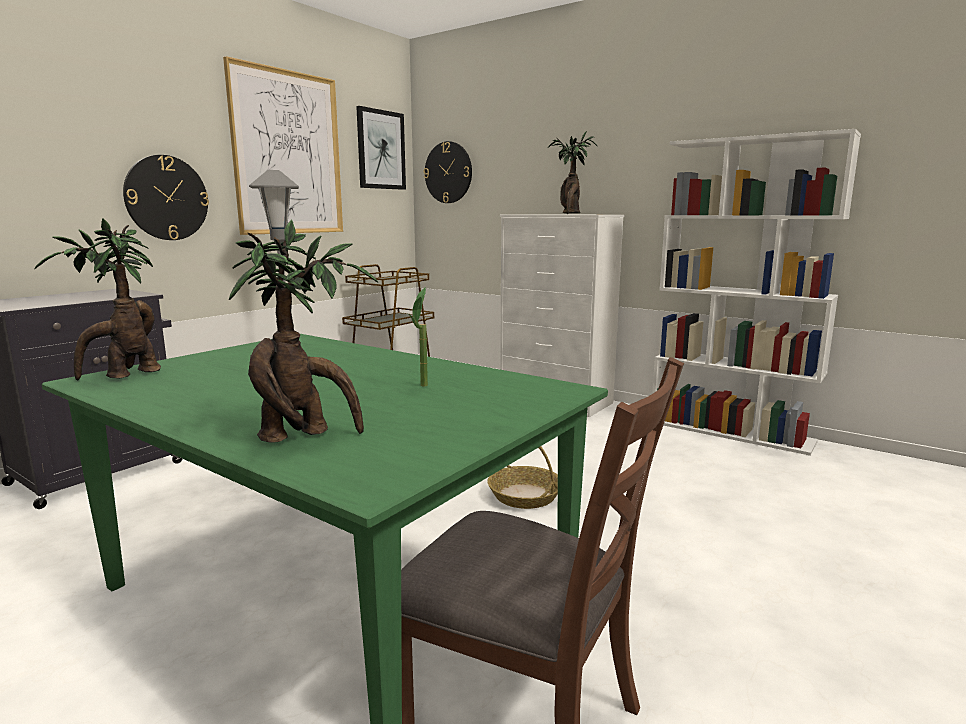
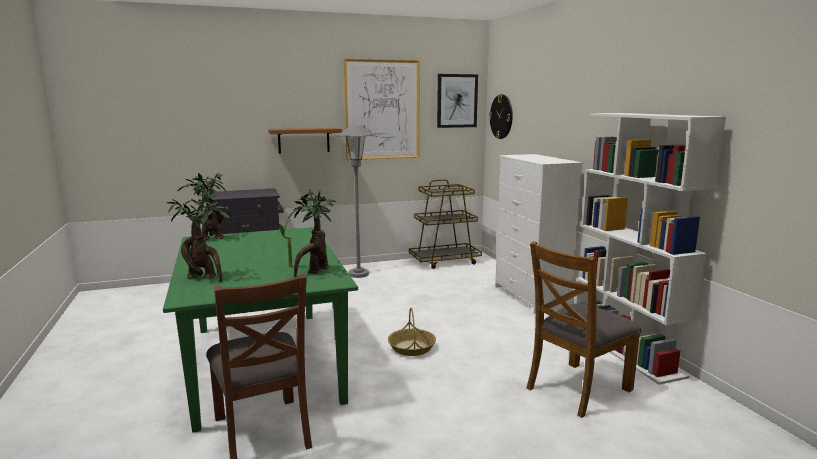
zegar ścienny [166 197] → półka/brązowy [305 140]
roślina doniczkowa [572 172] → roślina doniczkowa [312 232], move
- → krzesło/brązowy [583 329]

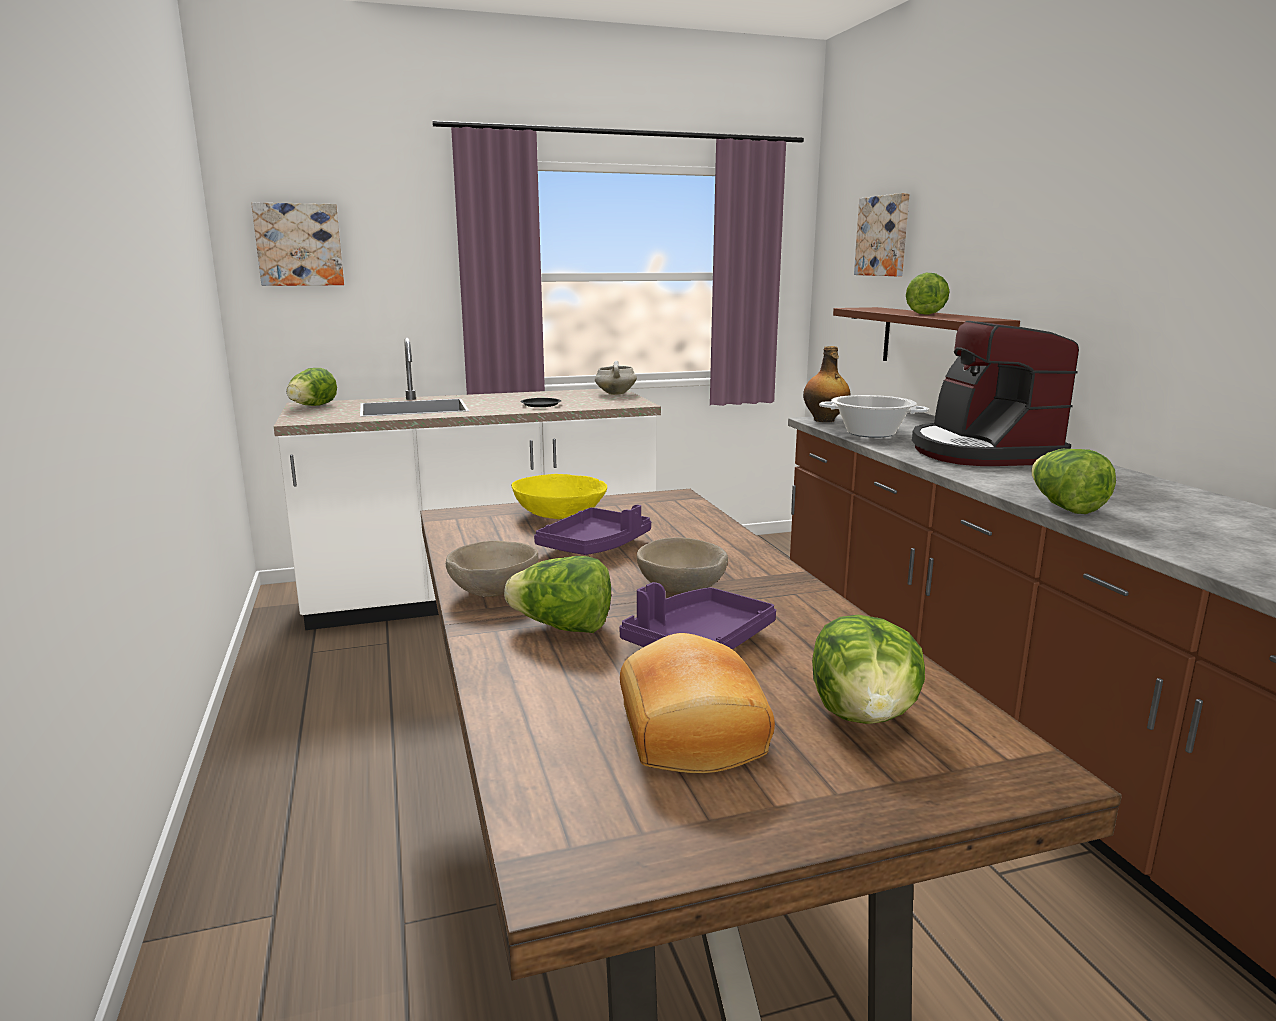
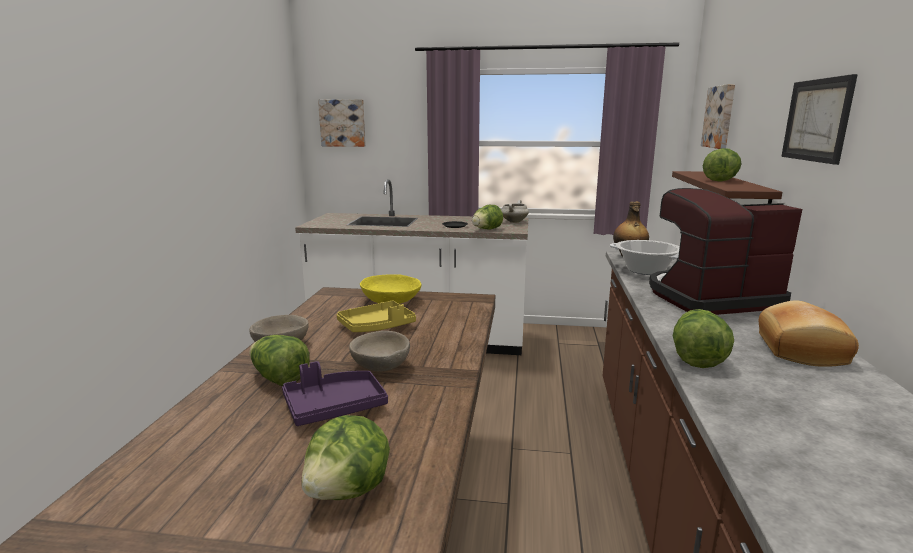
sałata [312 387] → sałata [487 217], move
taca/fioletowy [592 530] → taca/żółty [376 316]
chleb [697 703] → chleb [809 333], move
ekspres do kawy [995 393] → ekspres do kawy [726 251], 60 degrees clockwise
- → obraz [819 119]

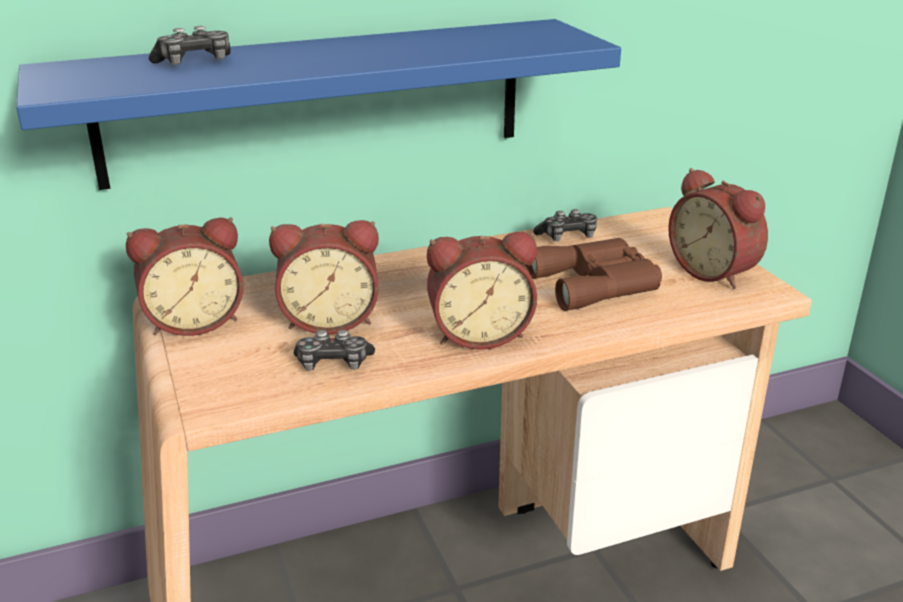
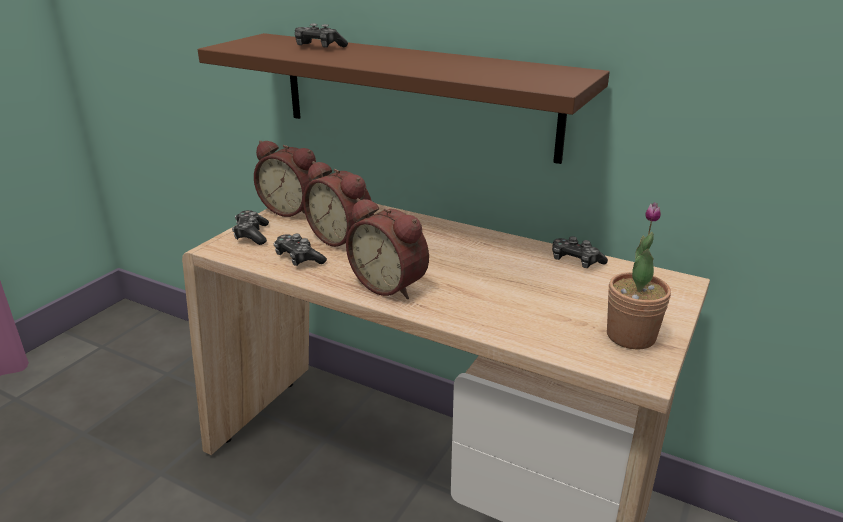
półka/niebieski [318 104] → półka/brązowy [404 98]
lornetka/brązowy [593 274] → -
budzik [718 228] → roślina doniczkowa [639 276]
- → pad do gier [250 227]

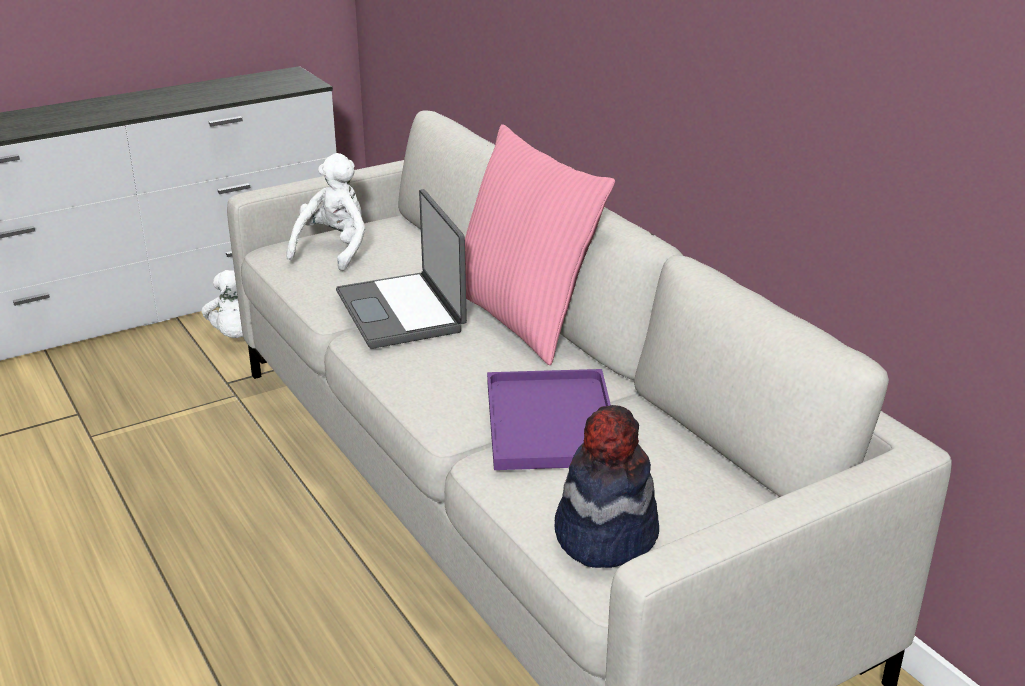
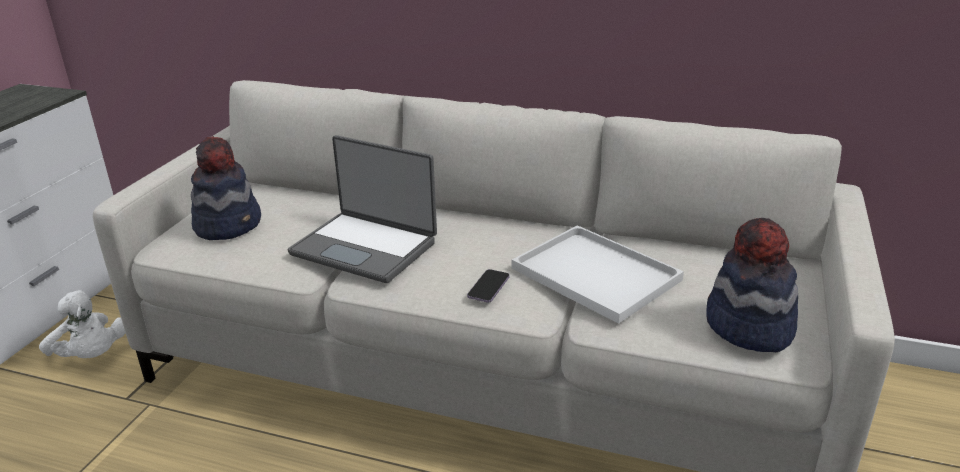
pluszak/biały [325 212] → kapelusz [226 188]
poduszka/różowy [540 244] → -
taca/fioletowy [549 419] → taca/biały [598 274]
- → telefon [488 286]

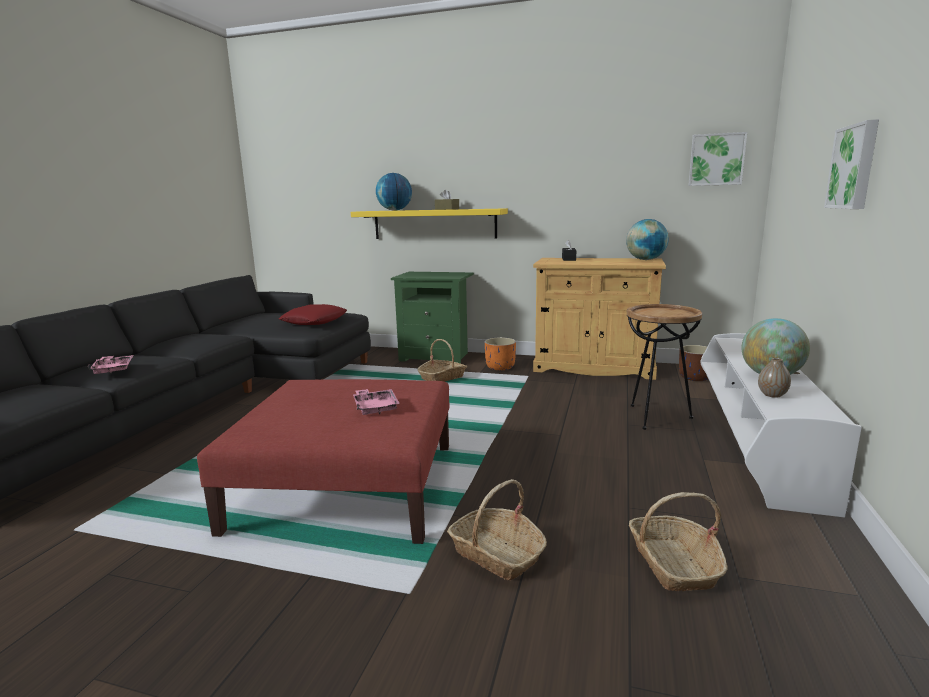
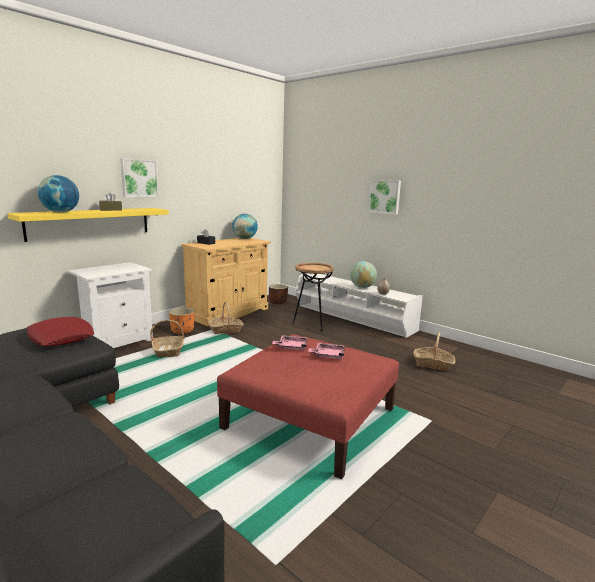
taca/różowy [110 364] → taca/różowy [289 342], move
szafka nocna/zielony [432 318] → szafka nocna/biały [110 305]
koszyk [497 530] → koszyk [226 318], move
obraz [717 159] → obraz [139 178], move

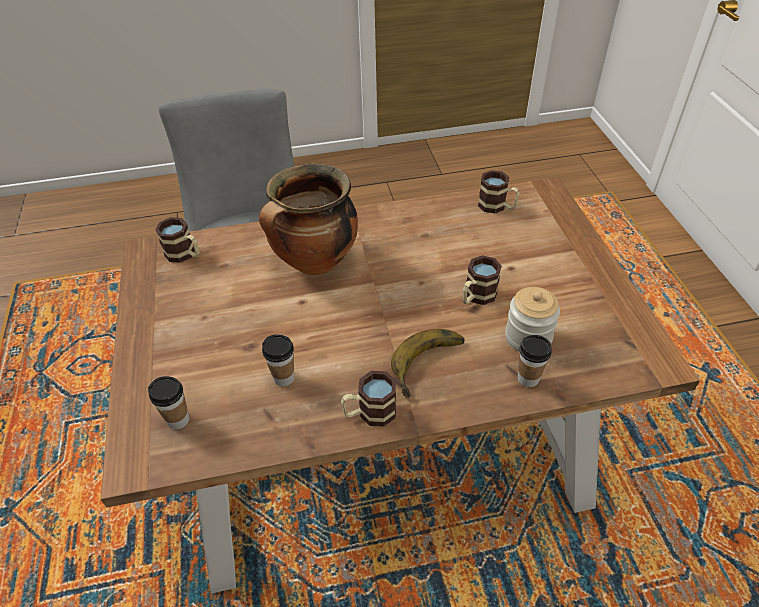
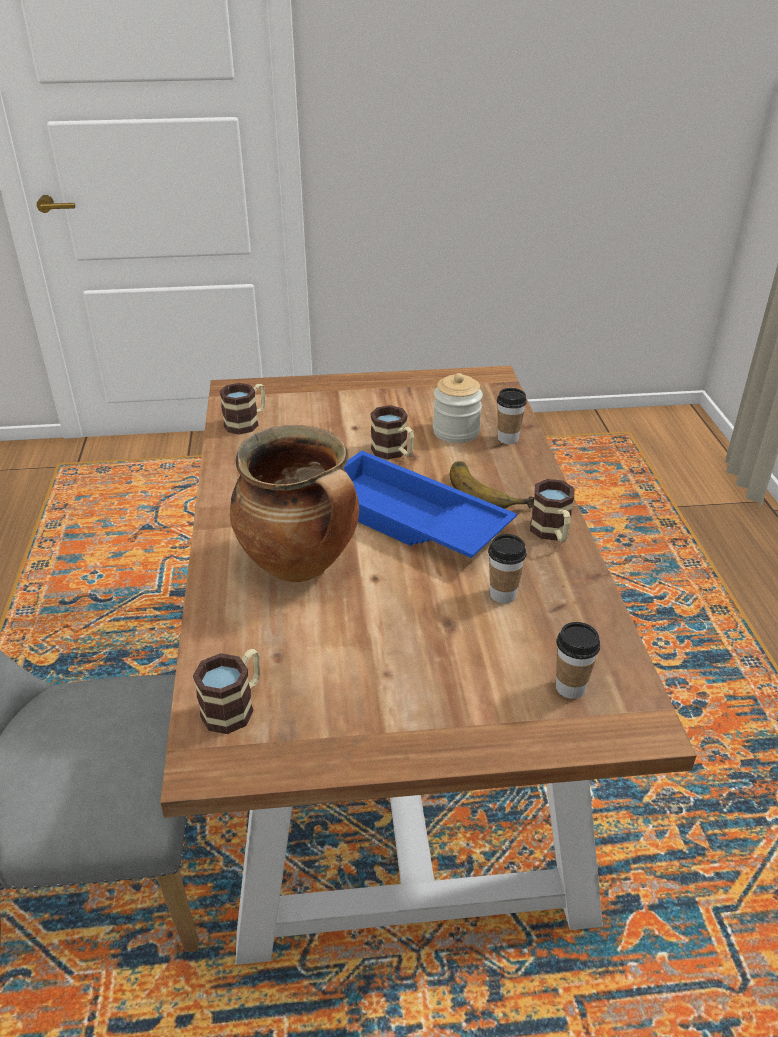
- → taca/niebieski [430 504]

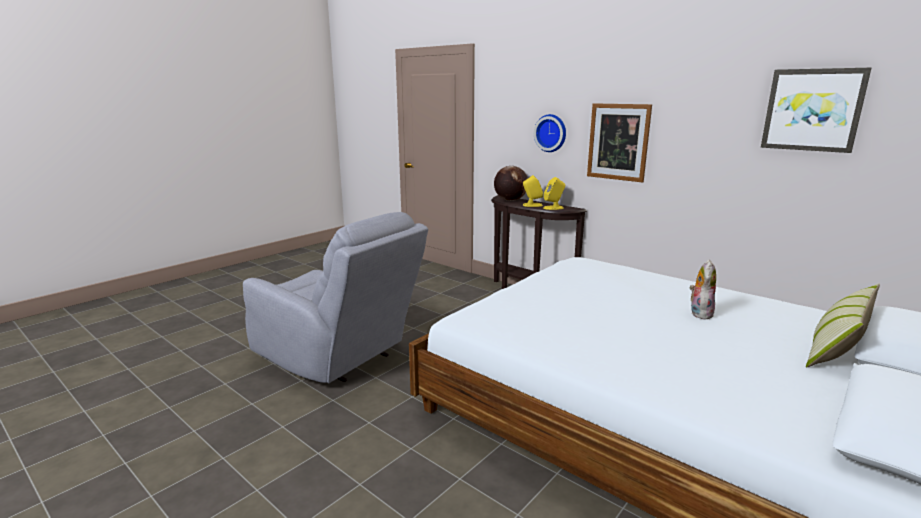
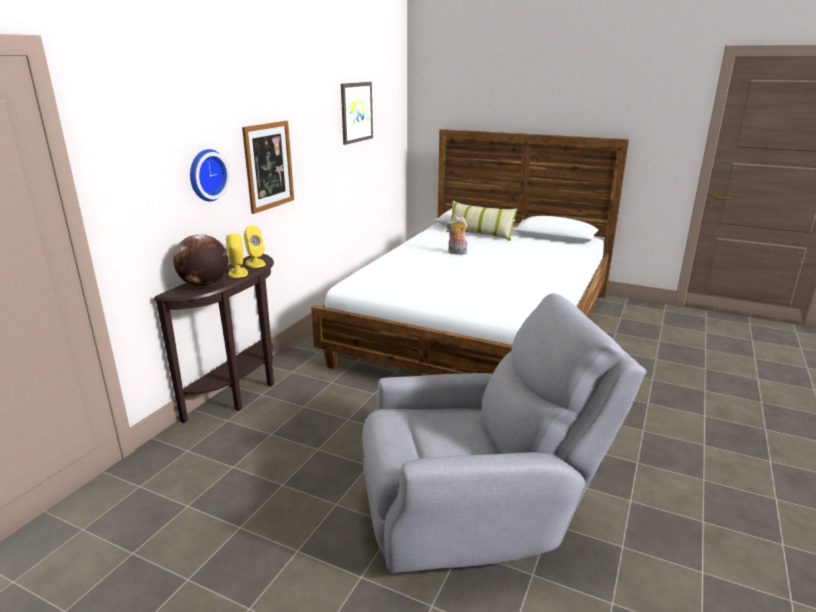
fotel/szary [335 298] → fotel/szary [504 433], 60 degrees clockwise

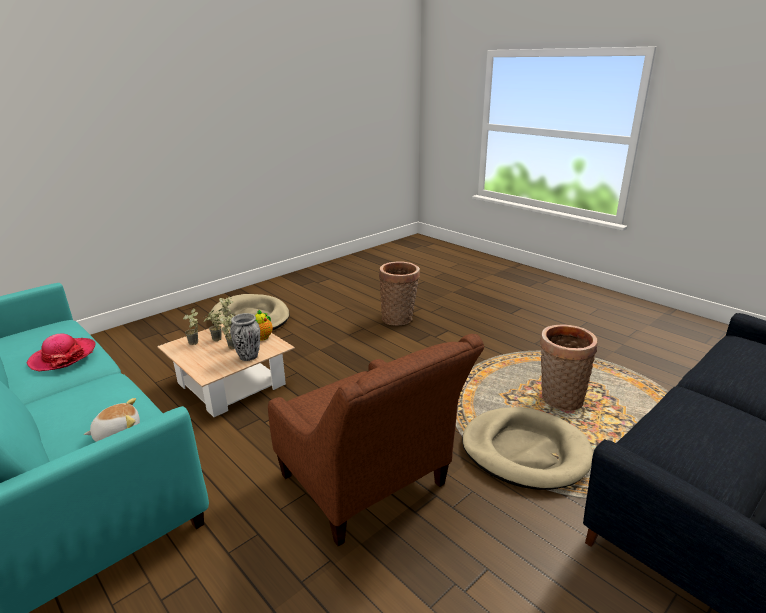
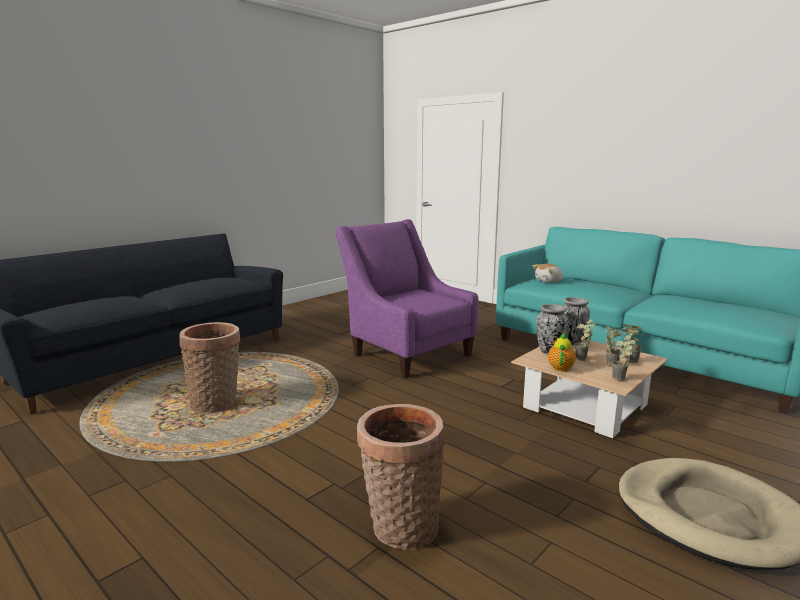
kapelusz [61 352] → -
fotel/brązowy [376 440] → fotel/fioletowy [407 298]
legowisko/beżowy [527 448] → -
- → wazon [576 321]

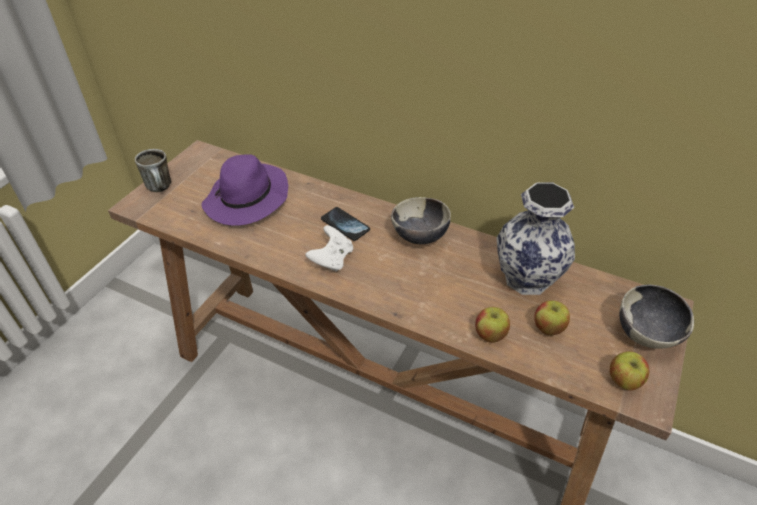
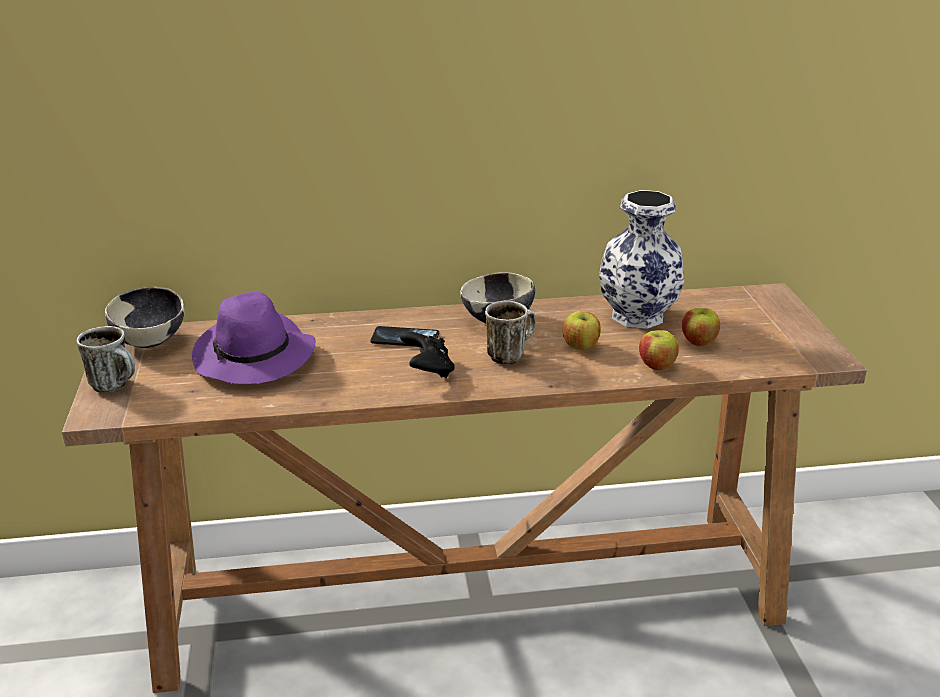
pad do gier/biały [329 248] → pad do gier/czarny [427 354]
jabłko [629 371] → jabłko [581 330], move
miska [656 317] → miska [145 317], move
- → kubek [510 332]

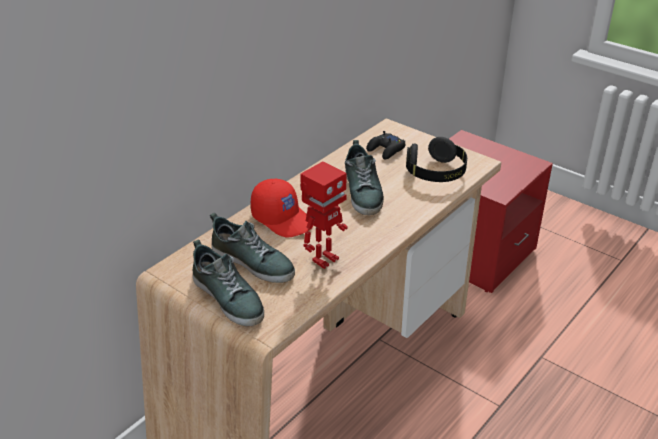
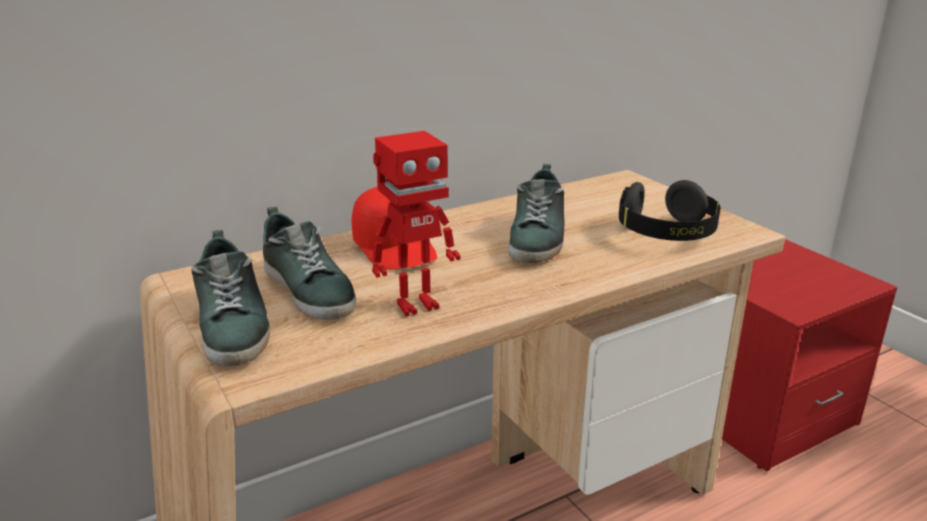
pad do gier/czarny [386 145] → -

